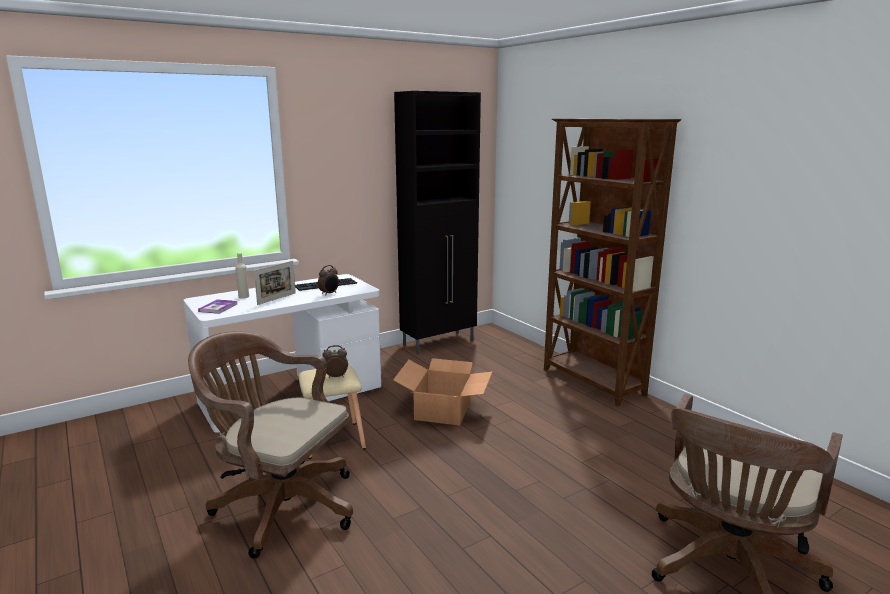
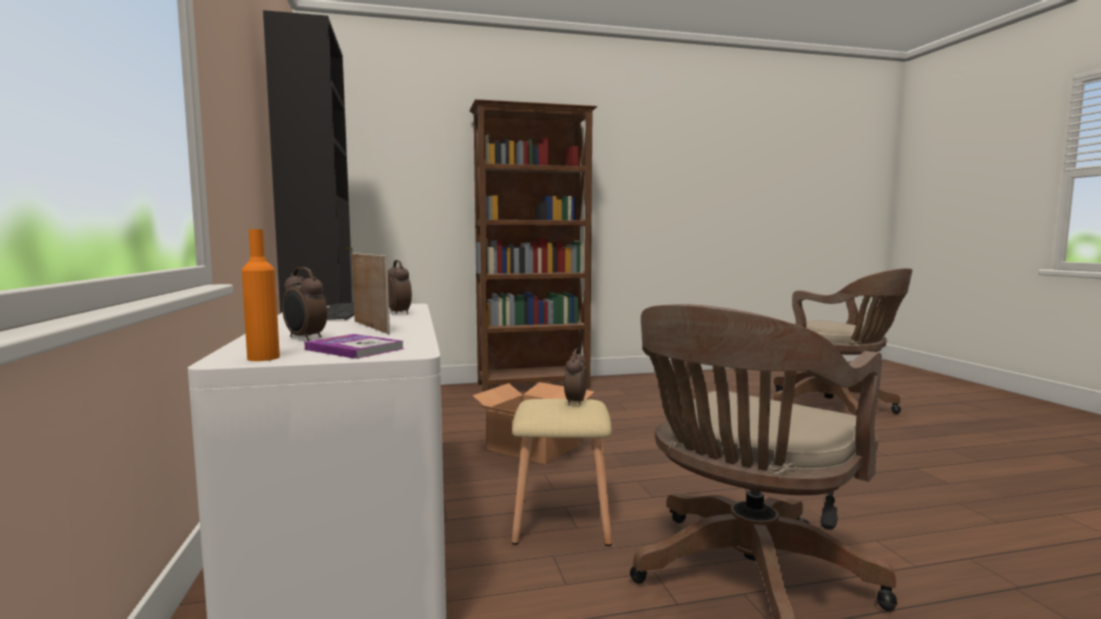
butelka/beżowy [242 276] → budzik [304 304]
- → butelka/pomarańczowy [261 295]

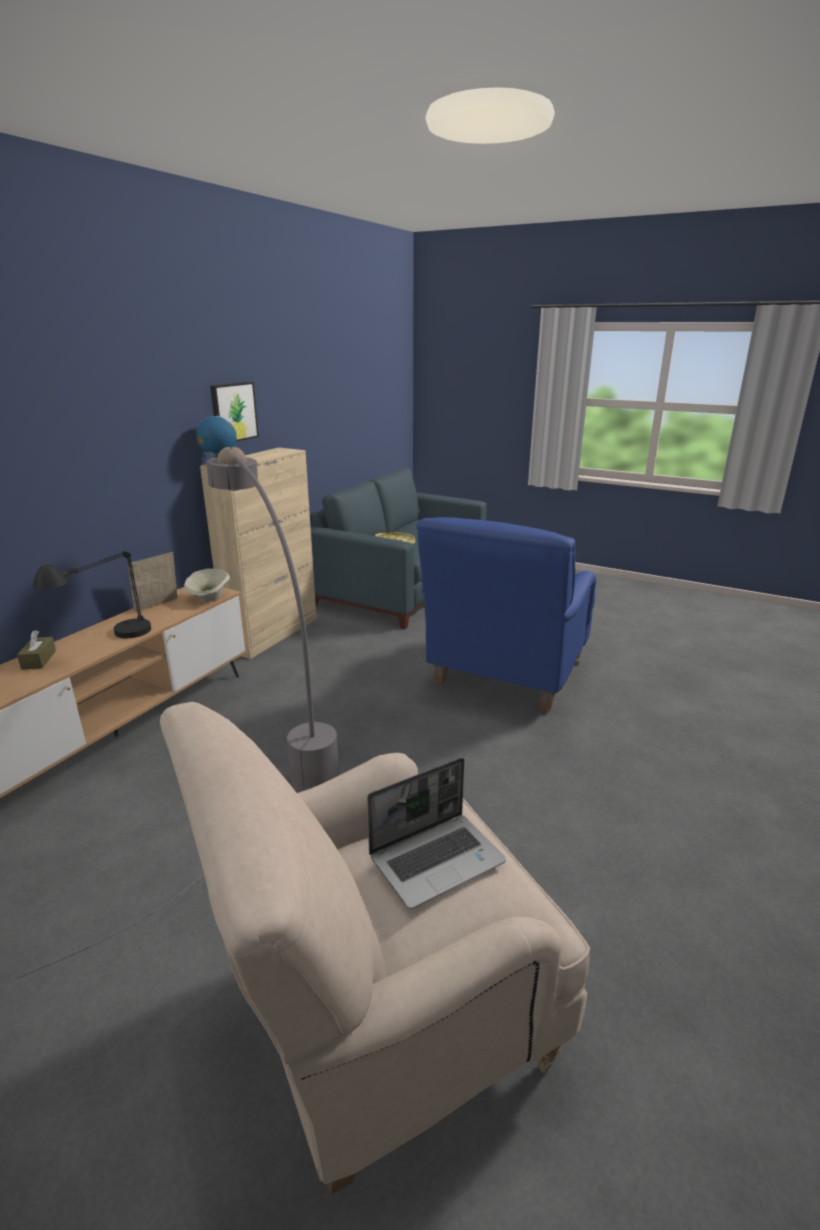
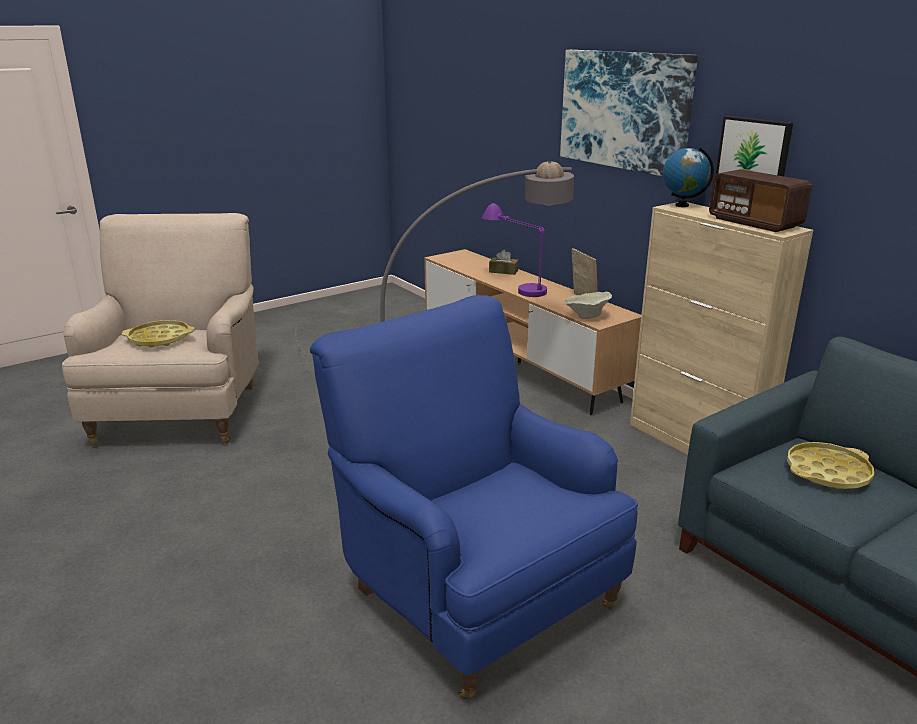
lampa stołowa/czarny [92 594] → lampa stołowa/fioletowy [514 250]
laptop [436 833] → taca/żółty [158 334]
- → obraz [629 113]
- → radio [760 200]

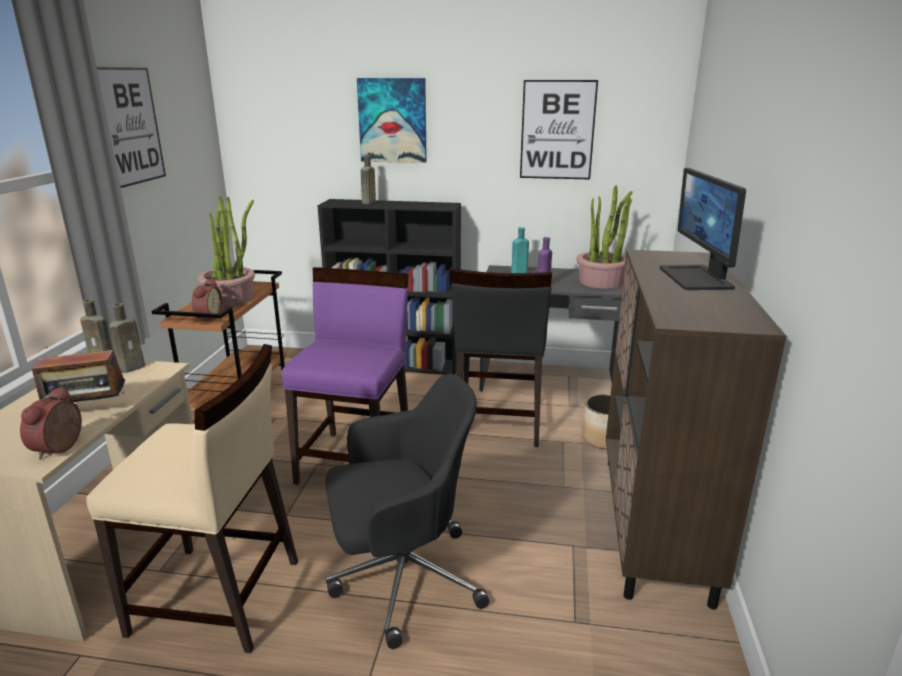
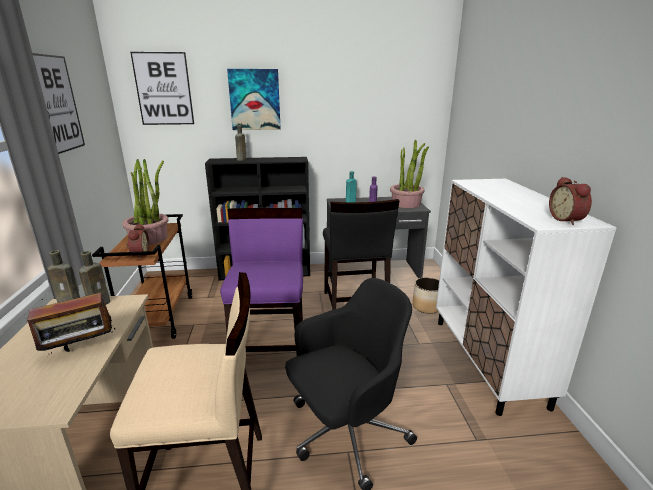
budzik [51 423] → budzik [570 201], move
obraz [559 129] → obraz [162 88], move
szafka/brązowy [696 429] → szafka/biały [526 297]
monitor [702 229] → -

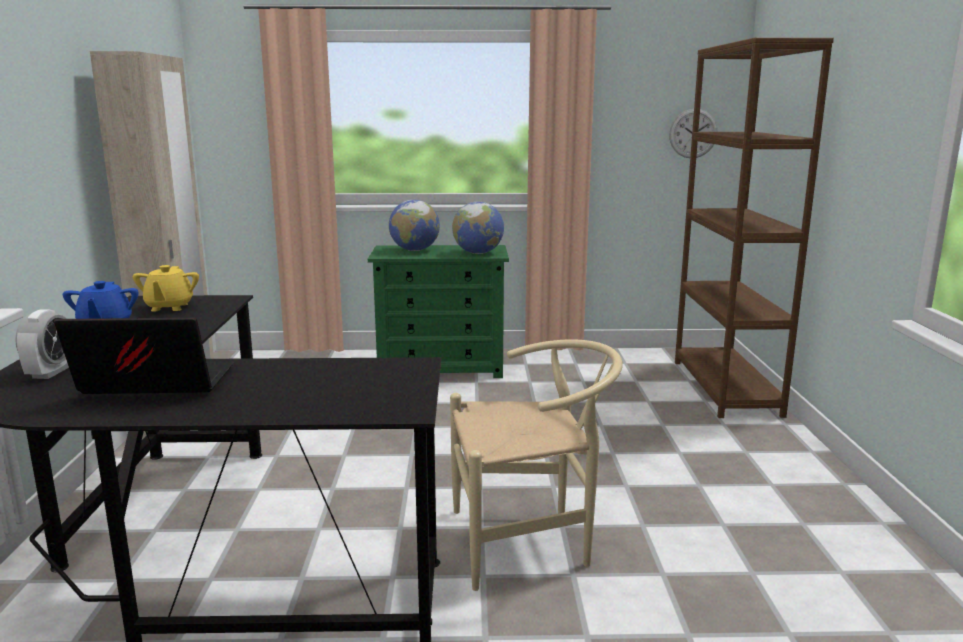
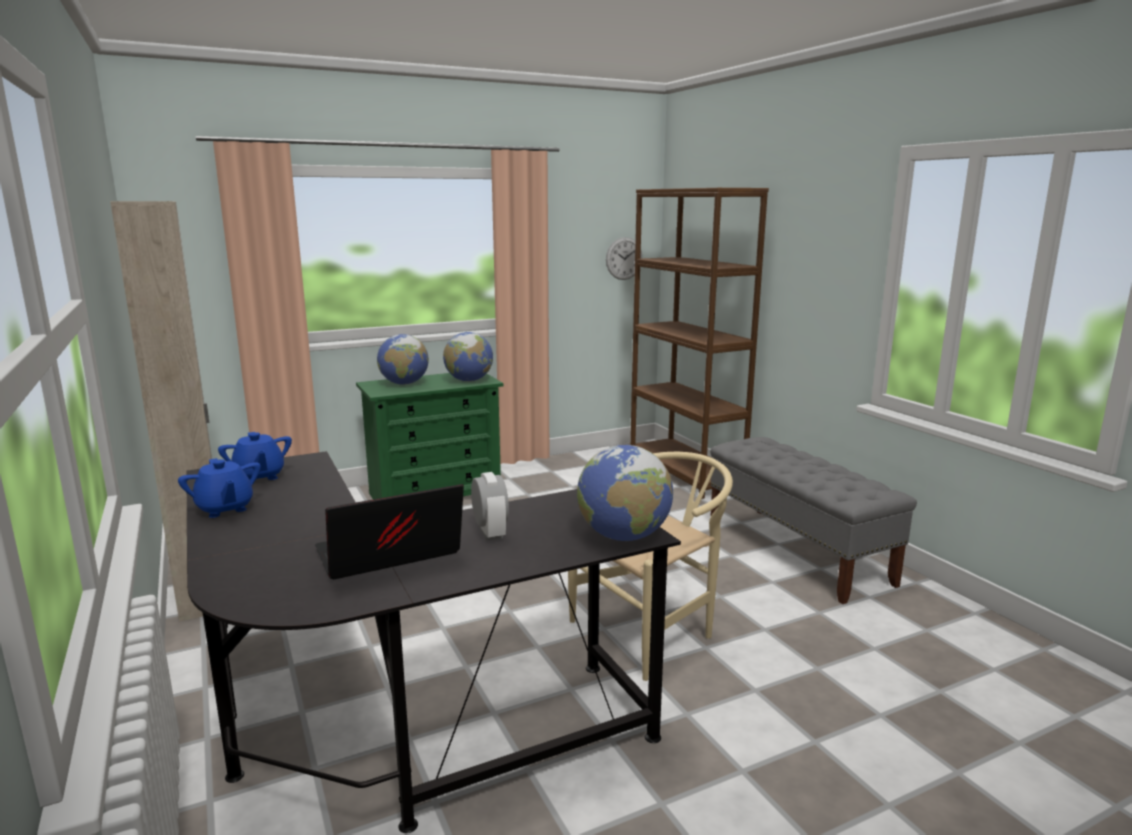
budzik [42 344] → budzik [490 506], move
imbryk/żółty [166 288] → imbryk/niebieski [255 456]
- → globus [625 493]
- → ławka/szary [813 520]

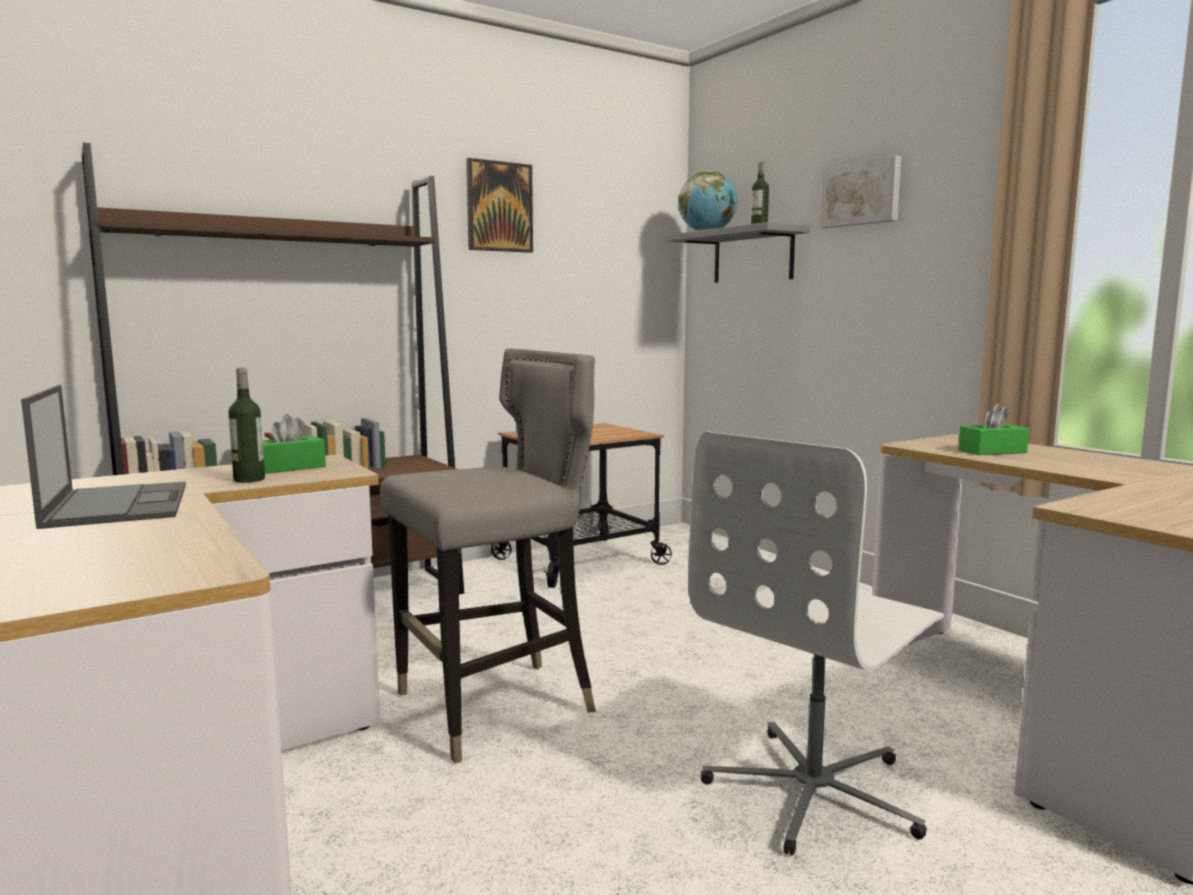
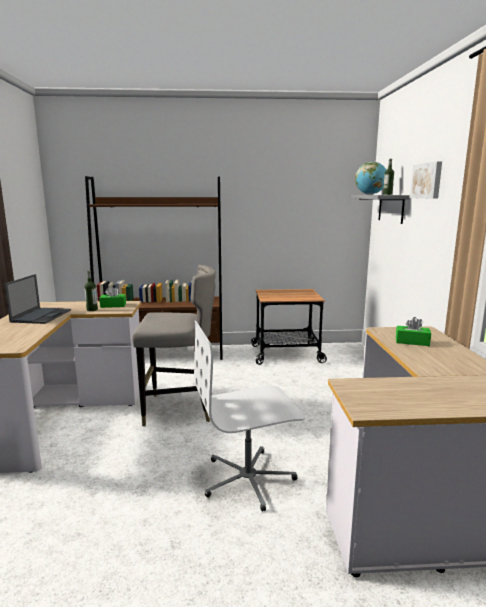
obraz [499 205] → -

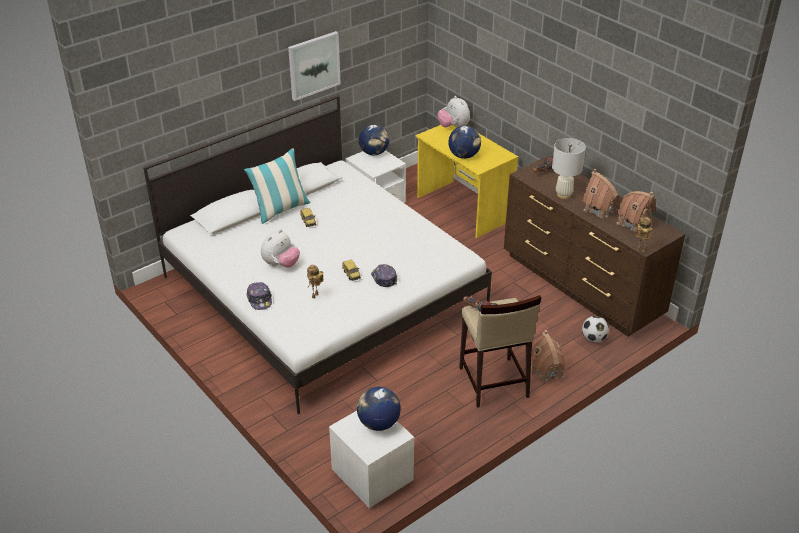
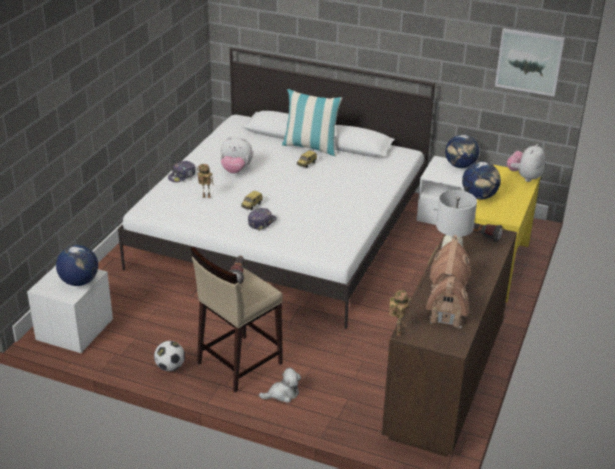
obraz [314 66] → obraz [530 62], move
domek [548 356] → pluszak [280 385]
piłka futbolowa [595 329] → piłka futbolowa [169 356], move

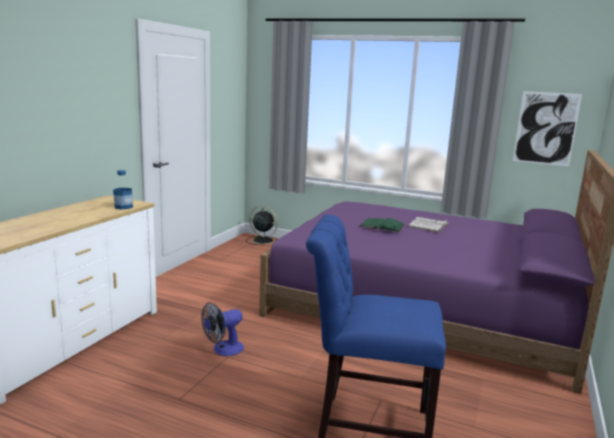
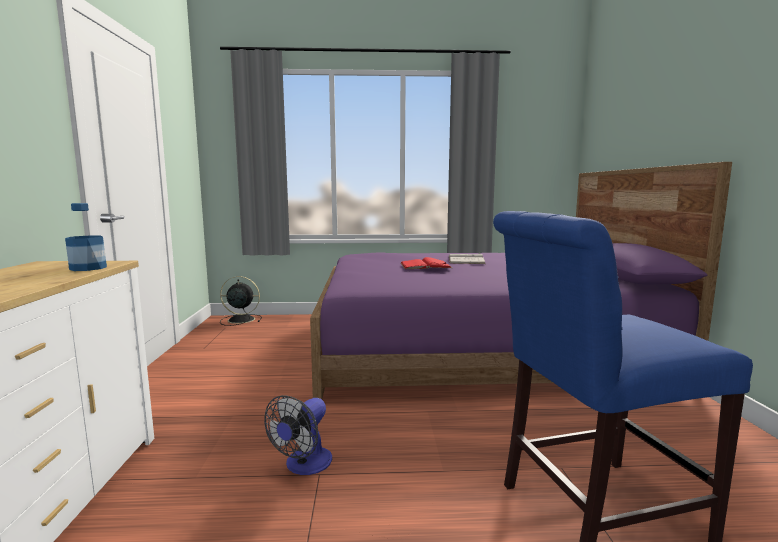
książka/zielony [382 225] → książka/czerwony [426 263]
obraz [547 128] → -

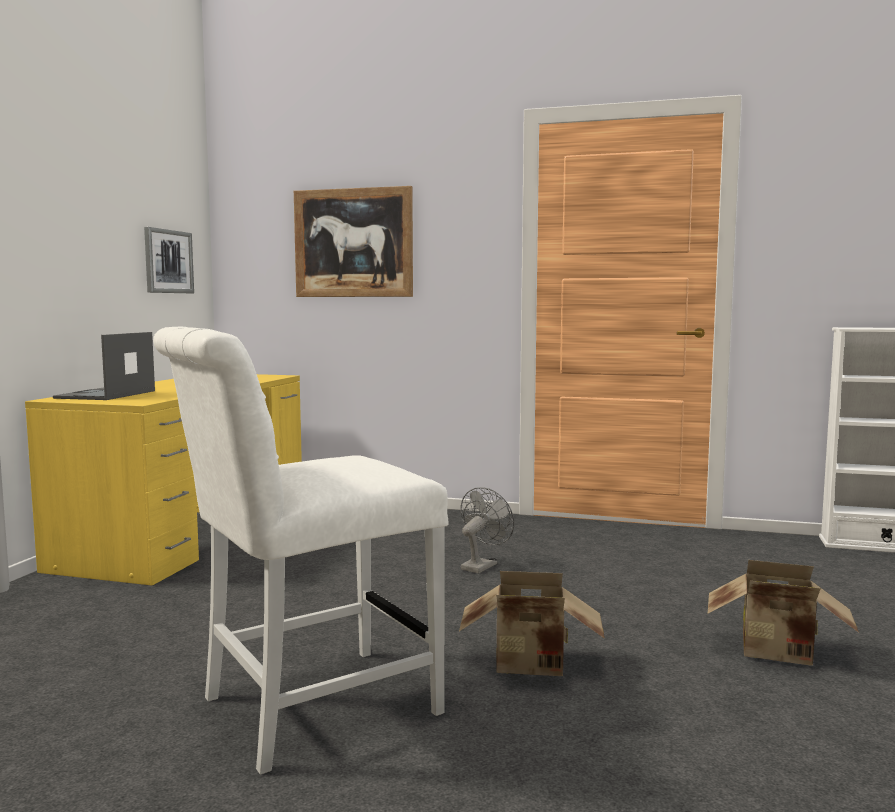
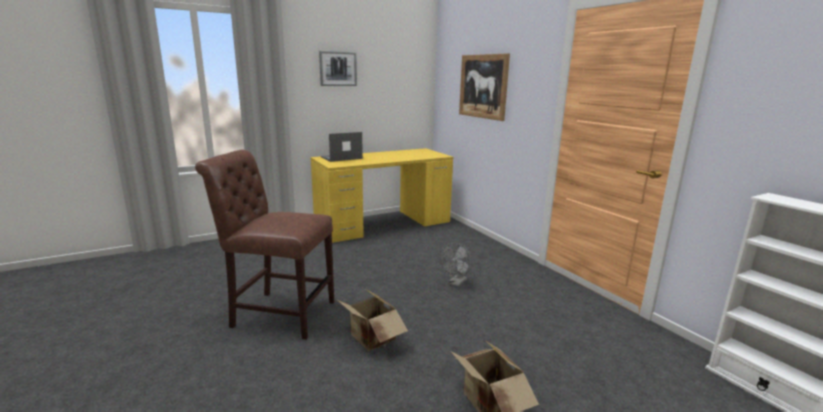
obraz [169 260] → obraz [338 68], move
krzesło/biały [300 550] → krzesło/brązowy [264 245]
wentylator/szary [487 530] → wentylator/szary [456 265], 135 degrees clockwise

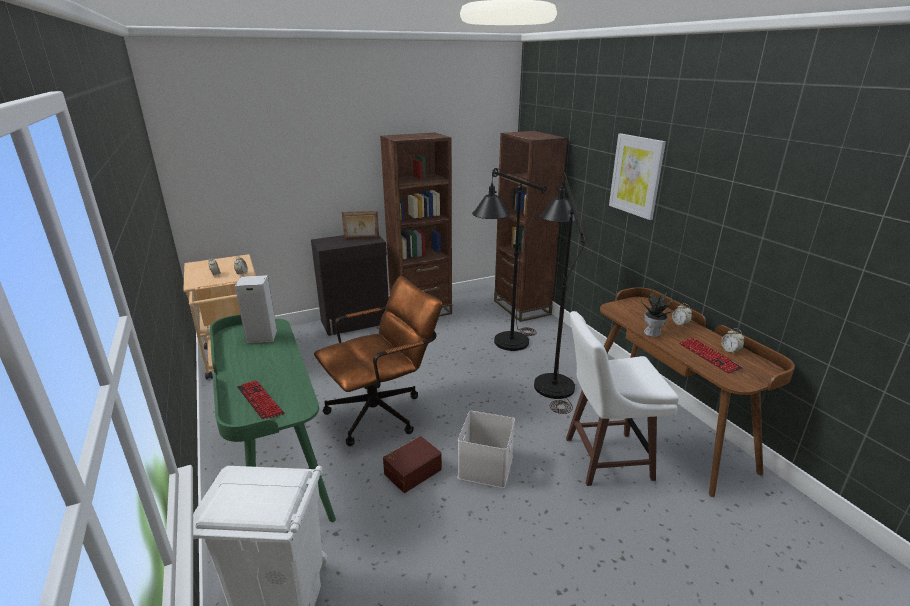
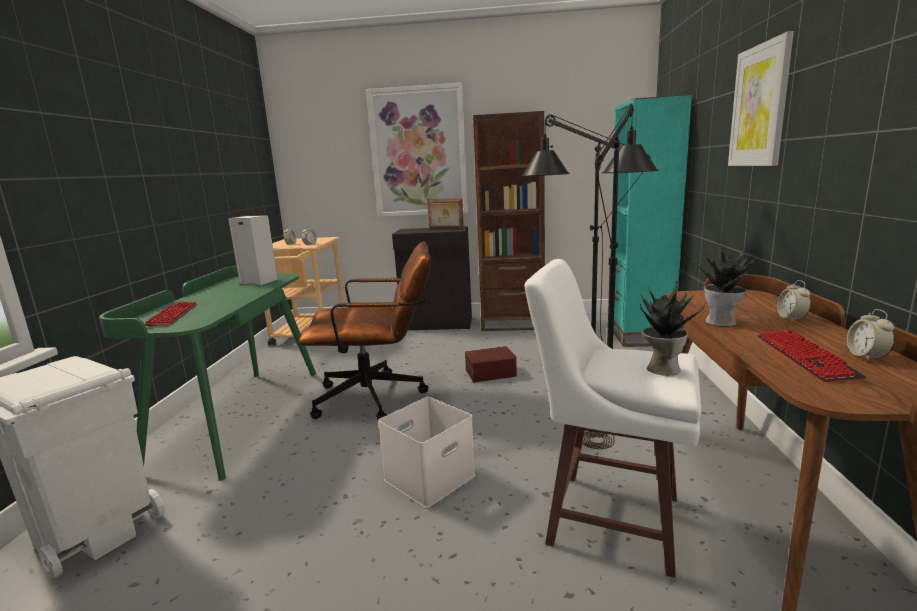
pojemnik do przechowywania/brązowy [412 464] → pojemnik do przechowywania/brązowy [491 364], move
regał/brązowy [531 226] → regał/turkusowy [651 221]
- → obraz [417 150]
- → roślina doniczkowa [672 328]

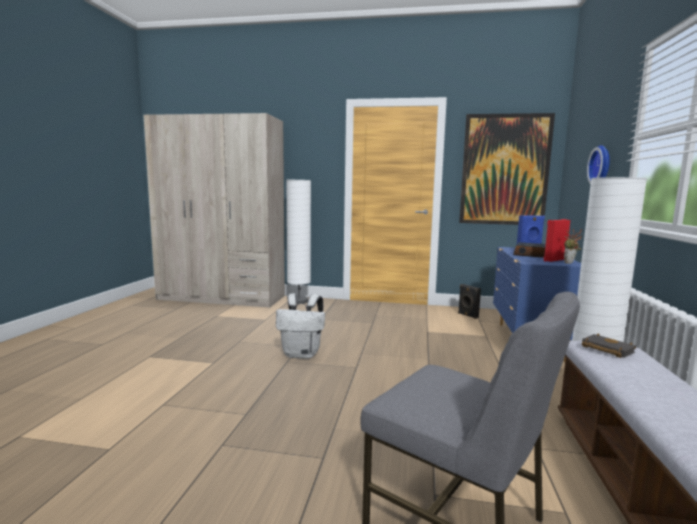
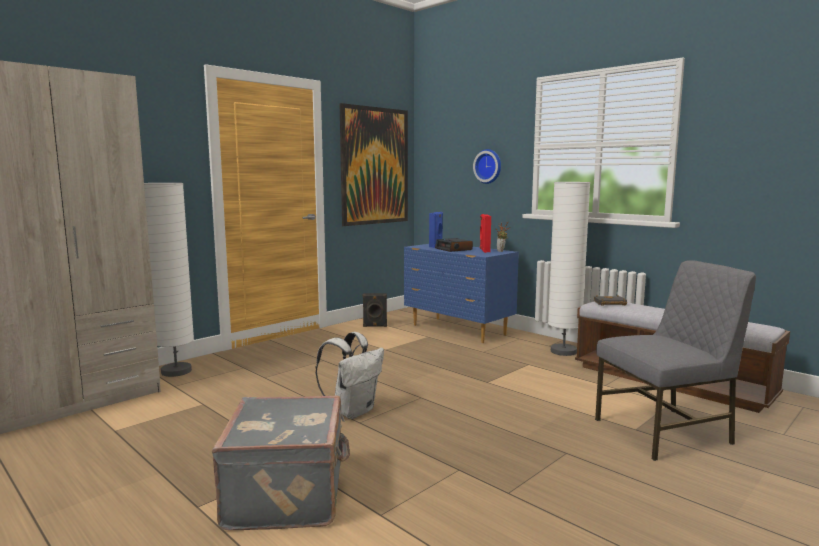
- → walizka/szary [281 462]

